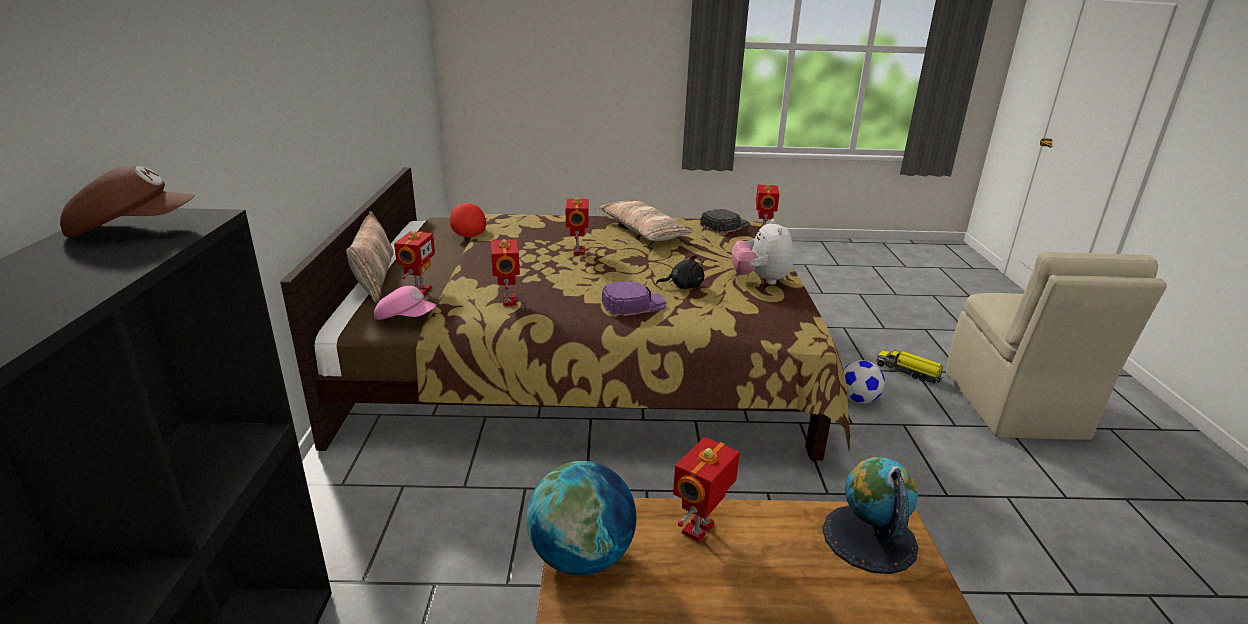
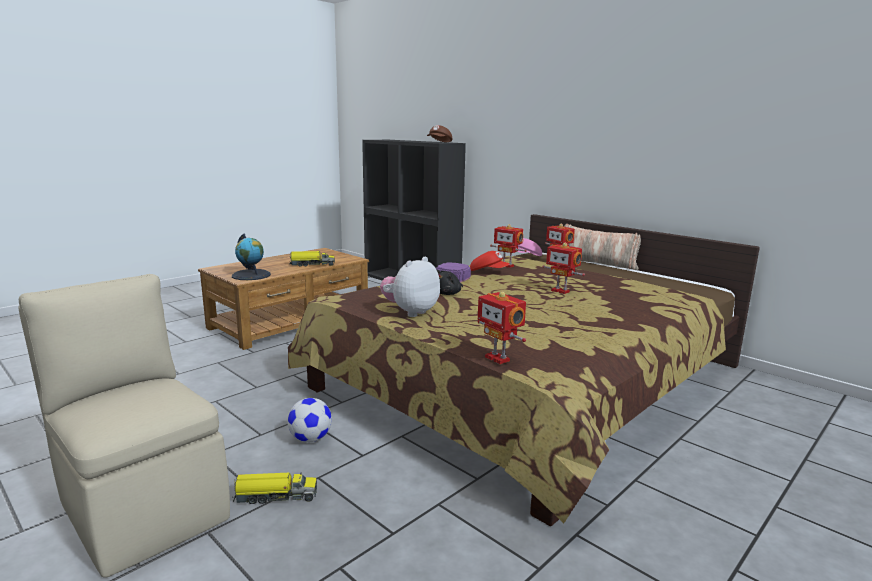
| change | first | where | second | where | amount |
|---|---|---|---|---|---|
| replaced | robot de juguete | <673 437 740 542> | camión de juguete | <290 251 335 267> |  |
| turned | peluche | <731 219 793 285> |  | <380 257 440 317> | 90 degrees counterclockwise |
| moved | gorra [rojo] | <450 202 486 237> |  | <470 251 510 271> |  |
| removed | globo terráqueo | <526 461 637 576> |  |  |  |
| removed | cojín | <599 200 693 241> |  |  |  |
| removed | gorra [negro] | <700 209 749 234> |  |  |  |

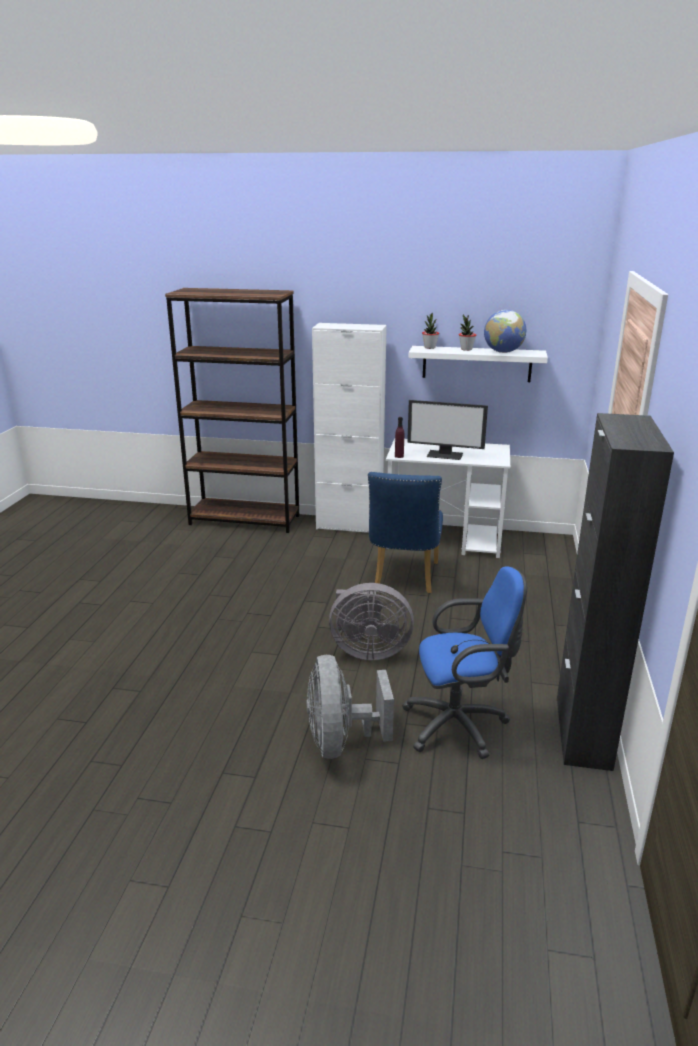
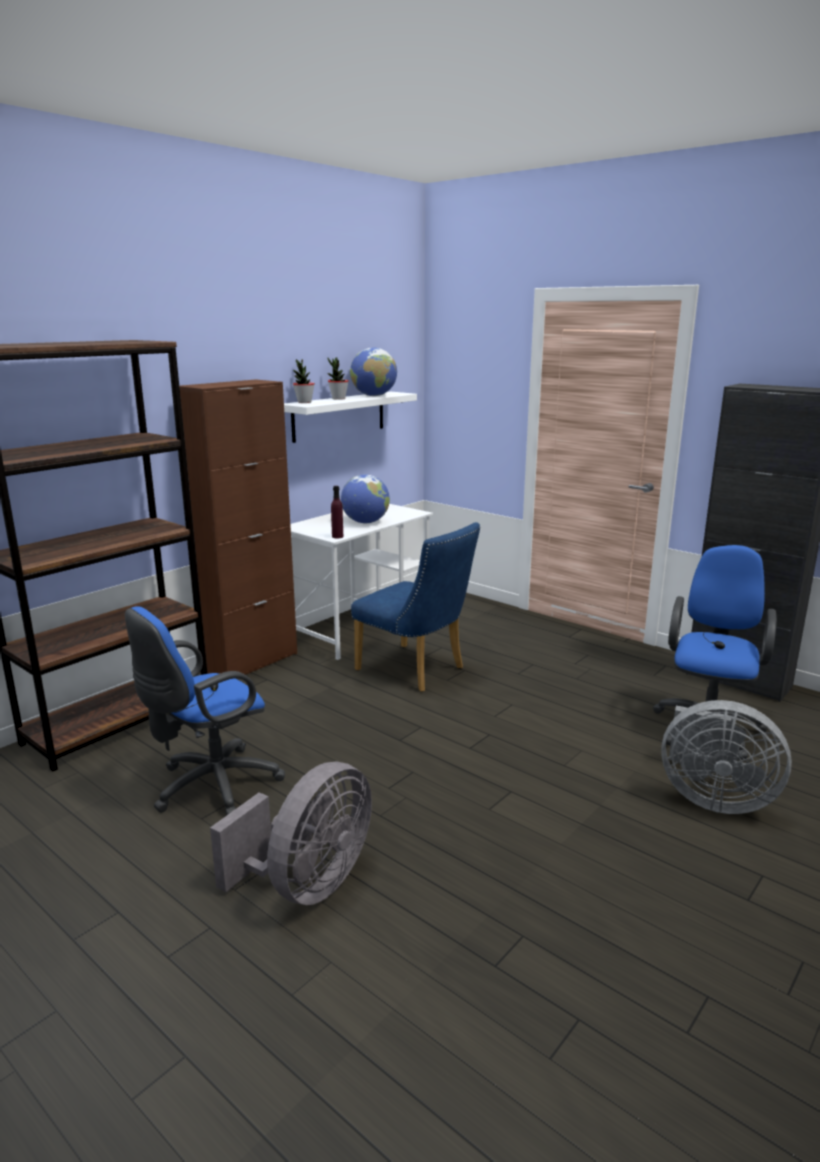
| change | first | where | second | where | amount |
|---|---|---|---|---|---|
| added |  |  | silla de oficina [azul] | <125 606 285 816> |  |
| recoloured | armario [blanco] | <312 323 387 533> | armario [marrón] | <179 379 297 679> |  |
| moved | ventilador [gris] | <329 583 414 660> |  | <210 761 372 905> |  |
| replaced | monitor | <407 400 488 460> | globo terráqueo | <341 474 390 523> |  |

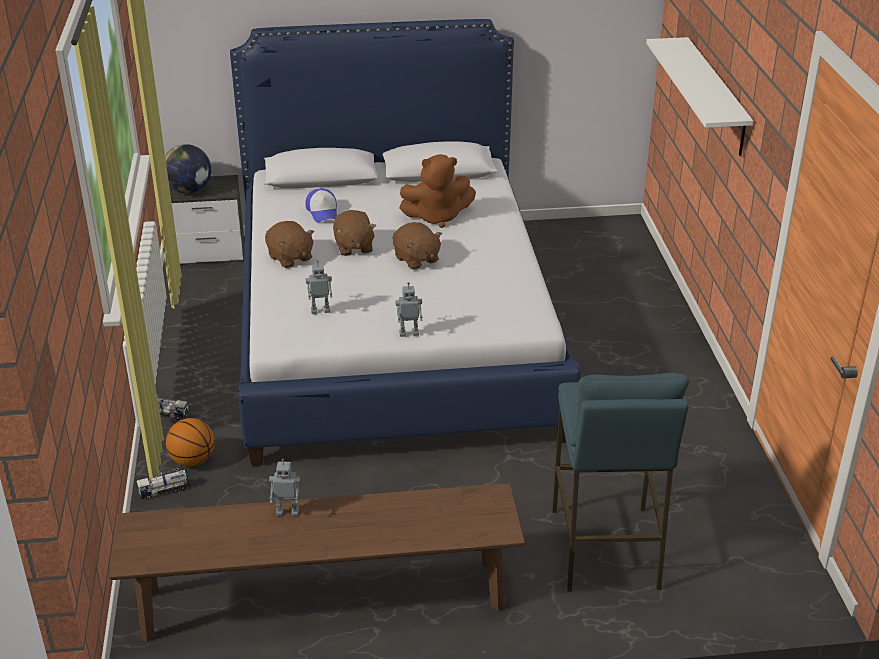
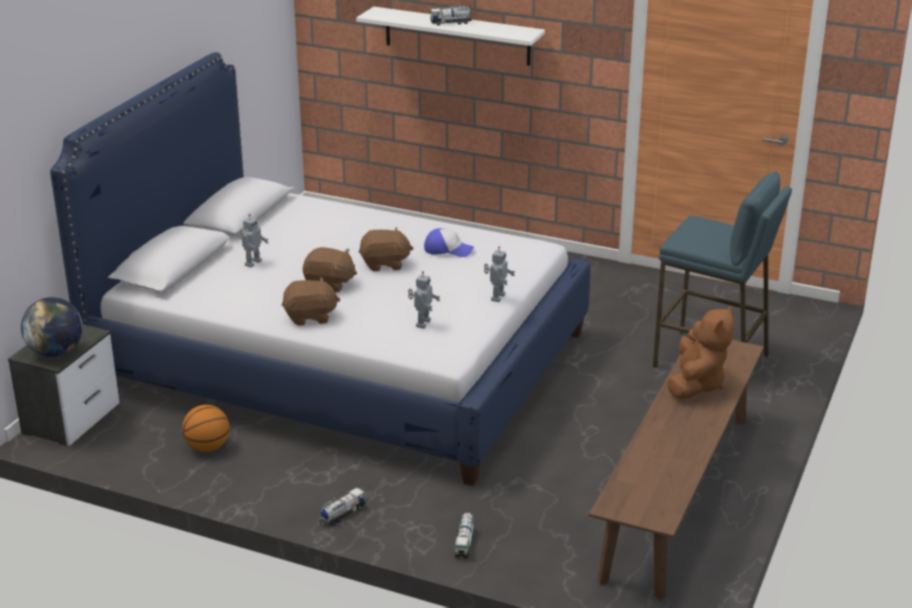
| change | first | where | second | where | amount |
|---|---|---|---|---|---|
| moved | balón de baloncesto | <166 418 215 466> |  | <182 405 230 452> |  |
| moved | robot de juguete | <269 459 300 516> |  | <240 214 268 267> |  |
| moved | gorra | <305 189 337 222> |  | <424 228 474 257> |  |
| added |  |  | camión de juguete | <430 5 472 26> |  |
| moved | peluche [marrón] | <399 154 476 228> |  | <667 306 735 399> |  |

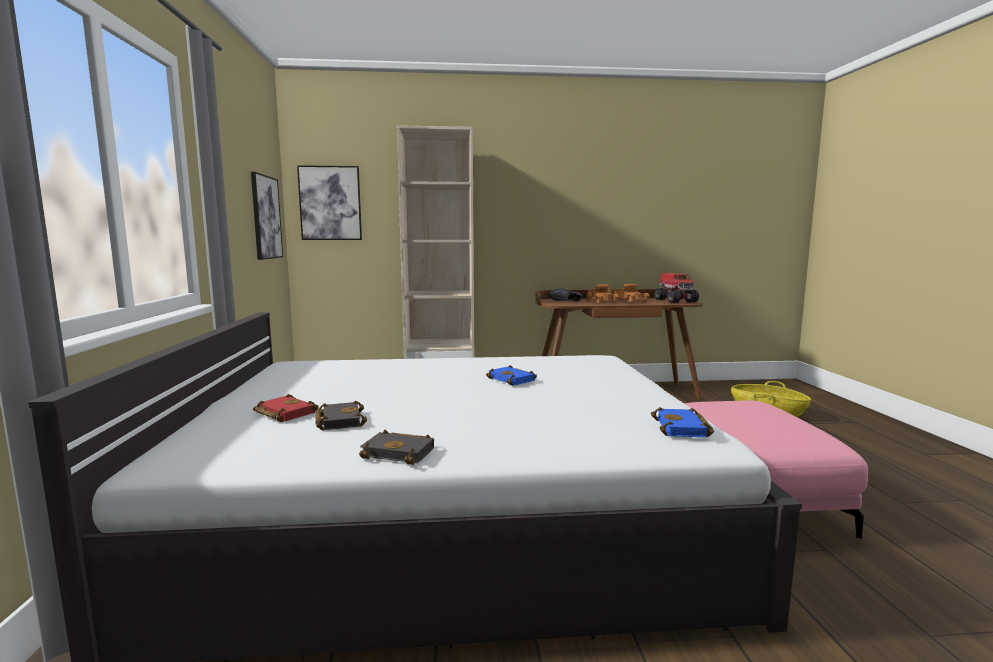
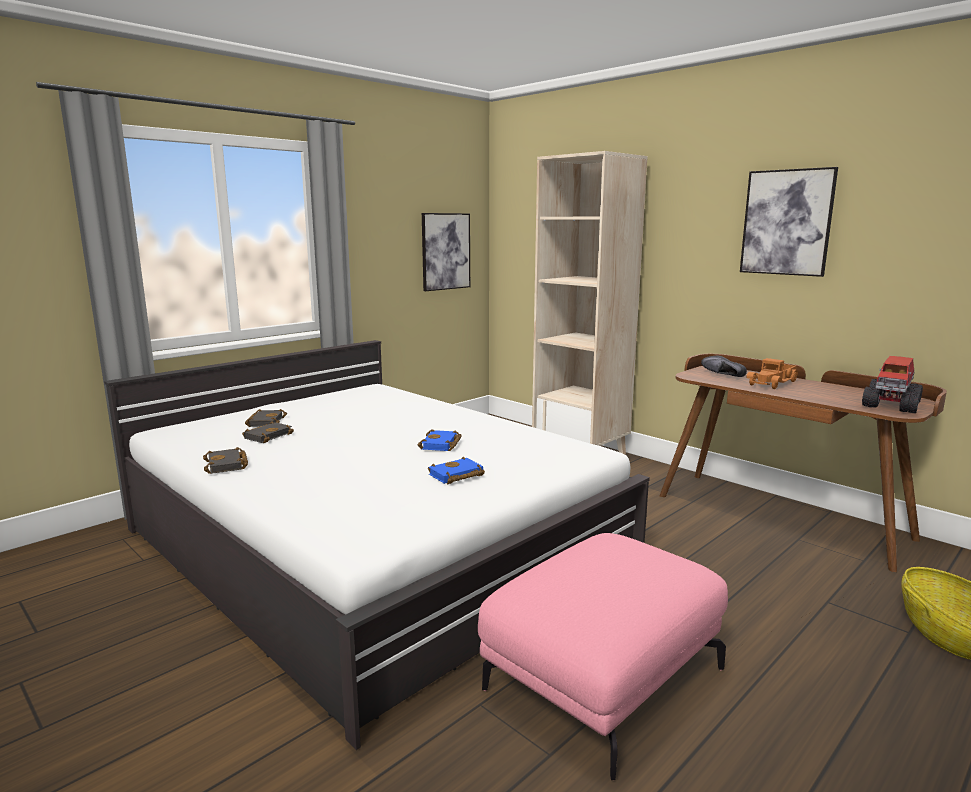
| change | first | where | second | where | amount |
|---|---|---|---|---|---|
| recoloured | libro [rojo] | <253 394 319 422> | libro [negro] | <245 409 287 427> |  |
| moved | libro [azul] | <651 407 714 437> |  | <428 456 485 484> |  |
| moved | cuadro | <297 165 362 240> |  | <740 167 838 277> |  |
| removed | camión de juguete | <611 284 650 303> |  |  |  |

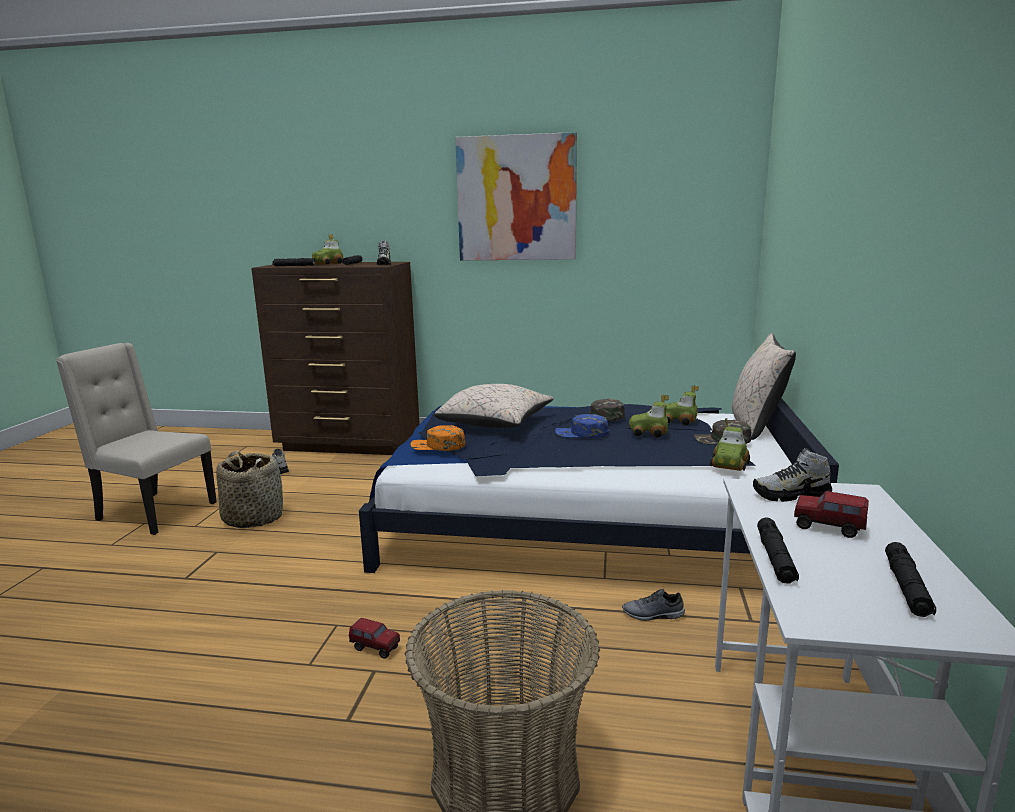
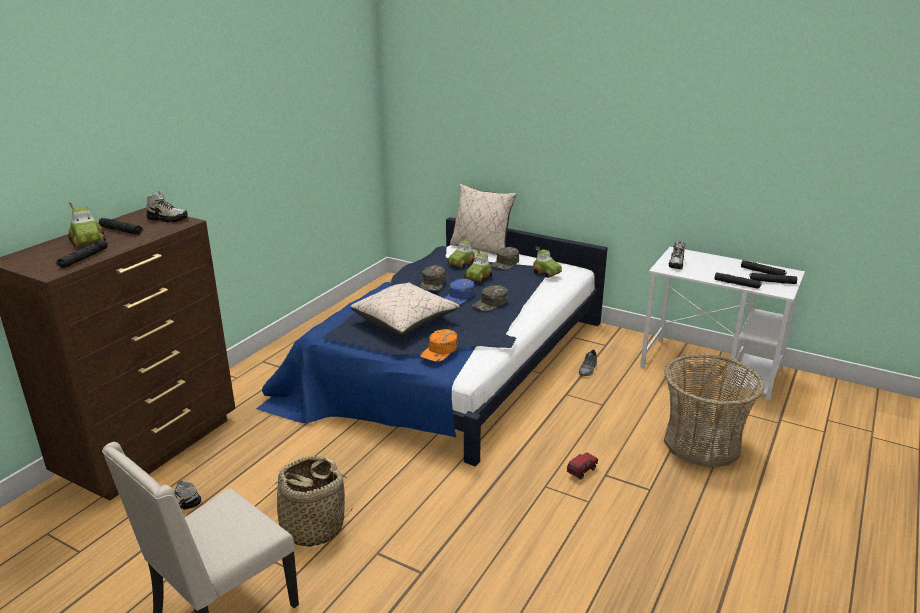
| change | first | where | second | where | amount |
|---|---|---|---|---|---|
| added |  |  | gorra [verde] | <472 285 508 311> |  |
| added |  |  | linterna [negro] | <749 273 797 284> |  |
| removed | cuadro | <455 132 577 260> |  |  |  |
| removed | camión de juguete | <794 491 869 538> |  |  |  |

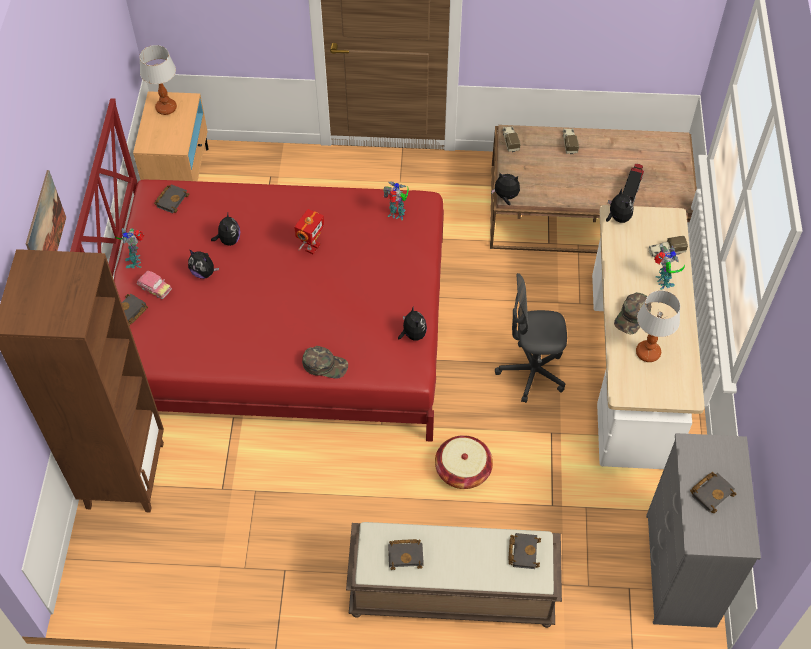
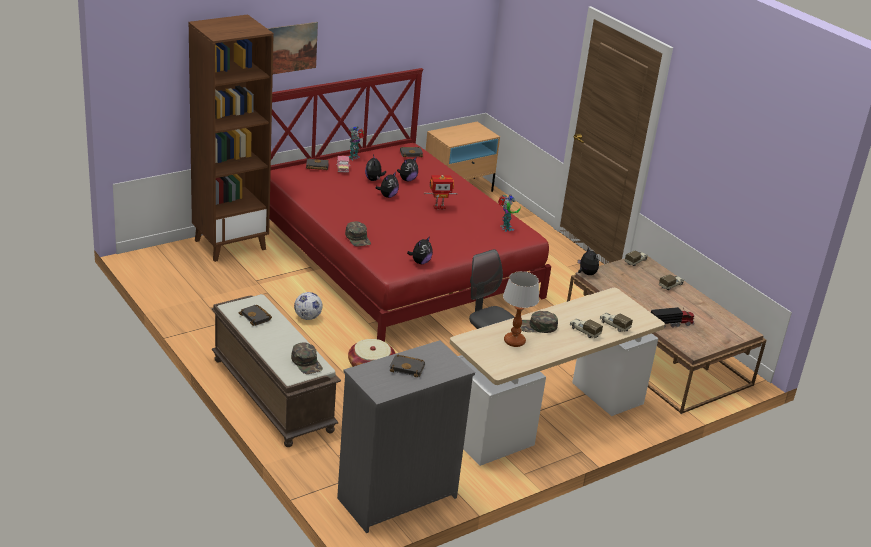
| change | first | where | second | where | amount |
|---|---|---|---|---|---|
| replaced | libro [negro] | <508 533 541 569> | gorra [verde] | <291 342 323 374> |  |
| added |  |  | balón de fútbol | <294 292 323 320> |  |
| moved | peluche | <606 189 633 223> |  | <376 172 399 198> |  |
| replaced | robot de juguete | <654 246 685 290> | camión de juguete | <570 318 603 338> |  |
| removed | lámpara de mesa | <140 45 177 115> |  |  |  |

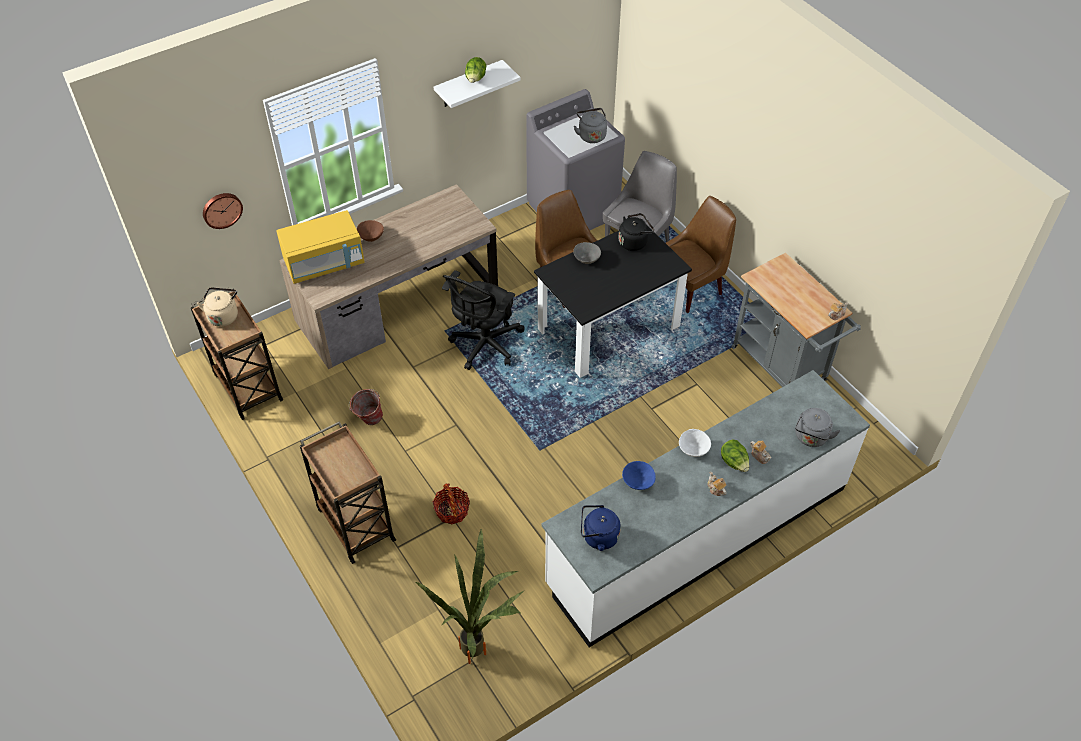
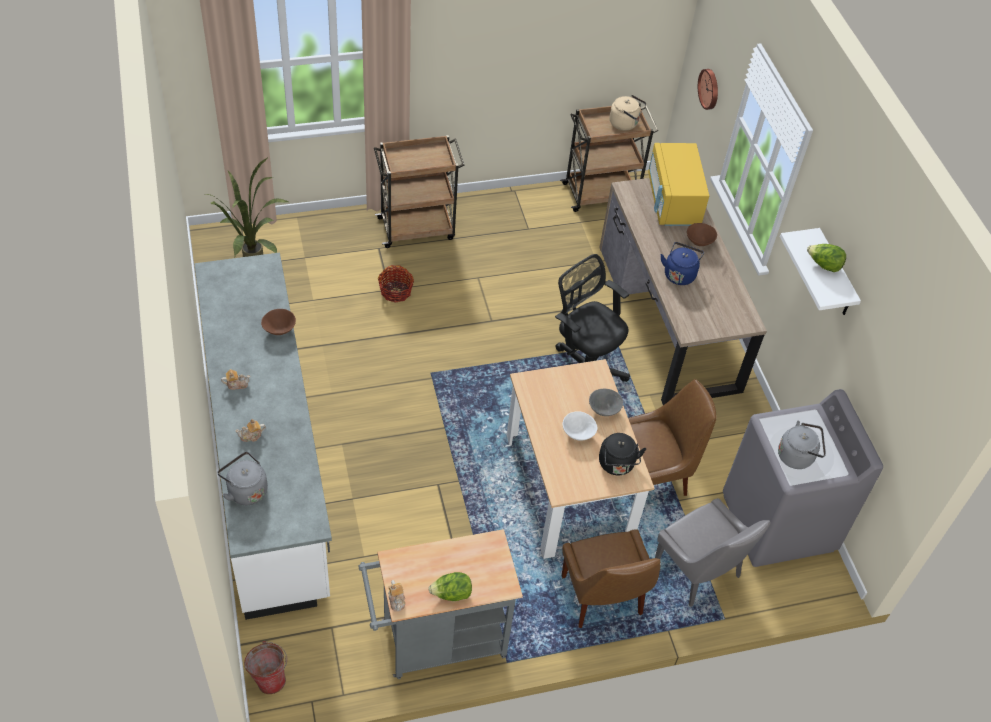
| change | first | where | second | where | amount |
|---|---|---|---|---|---|
| moved | cubo | <349 389 383 425> |  | <244 641 288 694> |  |
| recoloured | cuenco [azul] | <622 461 656 490> | cuenco [marrón] | <261 309 296 335> |  |
| moved | lechuga | <721 440 749 472> |  | <428 572 472 601> |  |
| recoloured | mesa de comedor [negro] | <534 226 692 378> | mesa de comedor [beis] | <507 359 654 559> |  |
| moved | cuenco [blanco] | <679 429 711 457> |  | <563 411 597 441> |  |
| moved | hervidor [azul] | <581 505 621 551> |  | <661 242 704 285> |  |

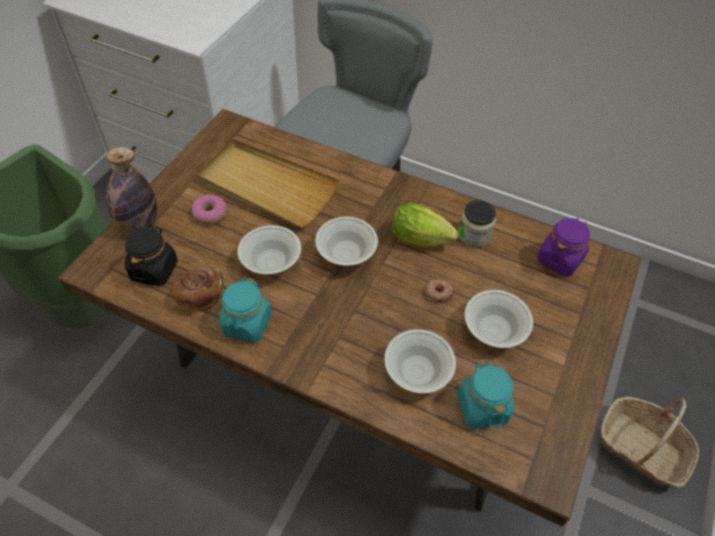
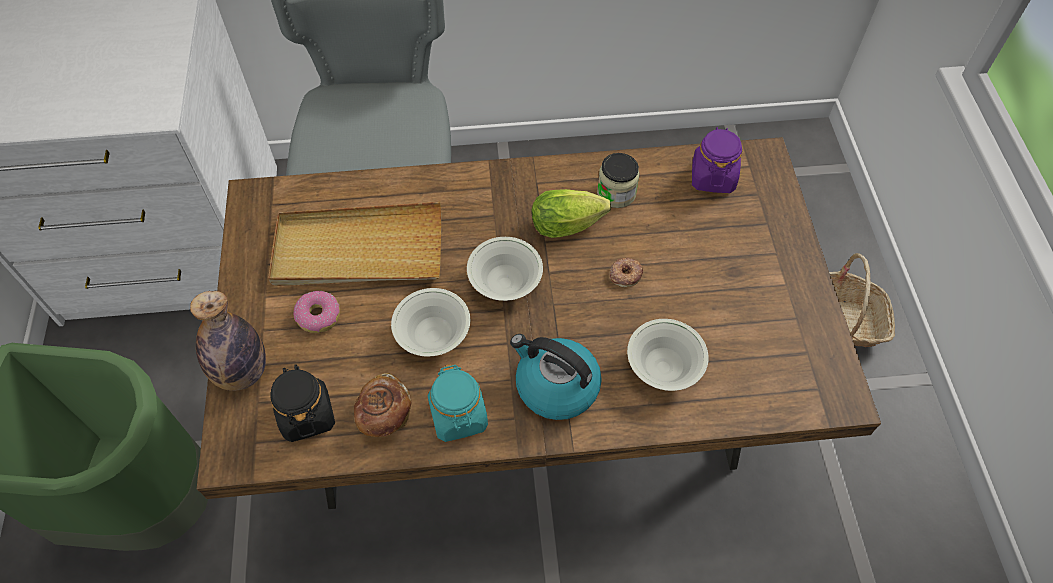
| change | first | where | second | where | amount |
|---|---|---|---|---|---|
| added |  |  | hervidor | <510 334 602 420> |  |
| removed | tarro [turquesa] | <457 361 514 430> |  |  |  |
| removed | cuenco [blanco] | <465 290 533 348> |  |  |  |

